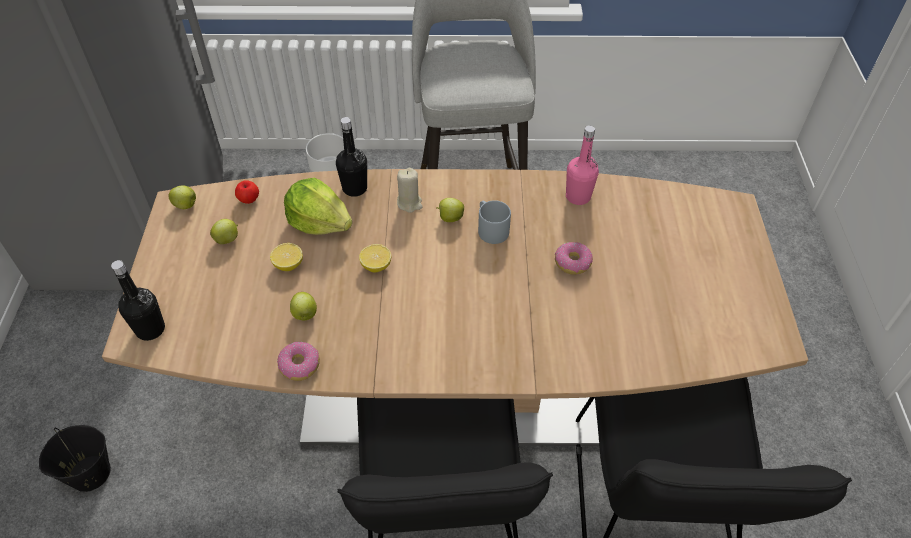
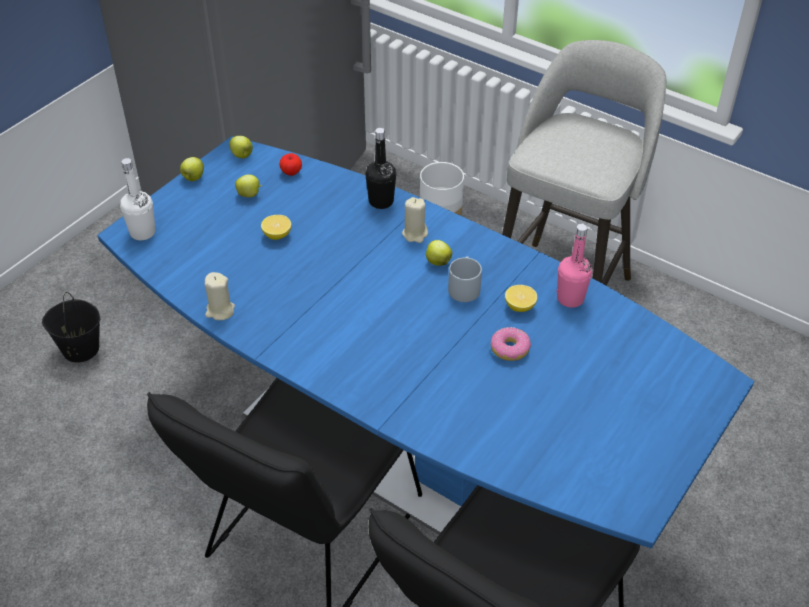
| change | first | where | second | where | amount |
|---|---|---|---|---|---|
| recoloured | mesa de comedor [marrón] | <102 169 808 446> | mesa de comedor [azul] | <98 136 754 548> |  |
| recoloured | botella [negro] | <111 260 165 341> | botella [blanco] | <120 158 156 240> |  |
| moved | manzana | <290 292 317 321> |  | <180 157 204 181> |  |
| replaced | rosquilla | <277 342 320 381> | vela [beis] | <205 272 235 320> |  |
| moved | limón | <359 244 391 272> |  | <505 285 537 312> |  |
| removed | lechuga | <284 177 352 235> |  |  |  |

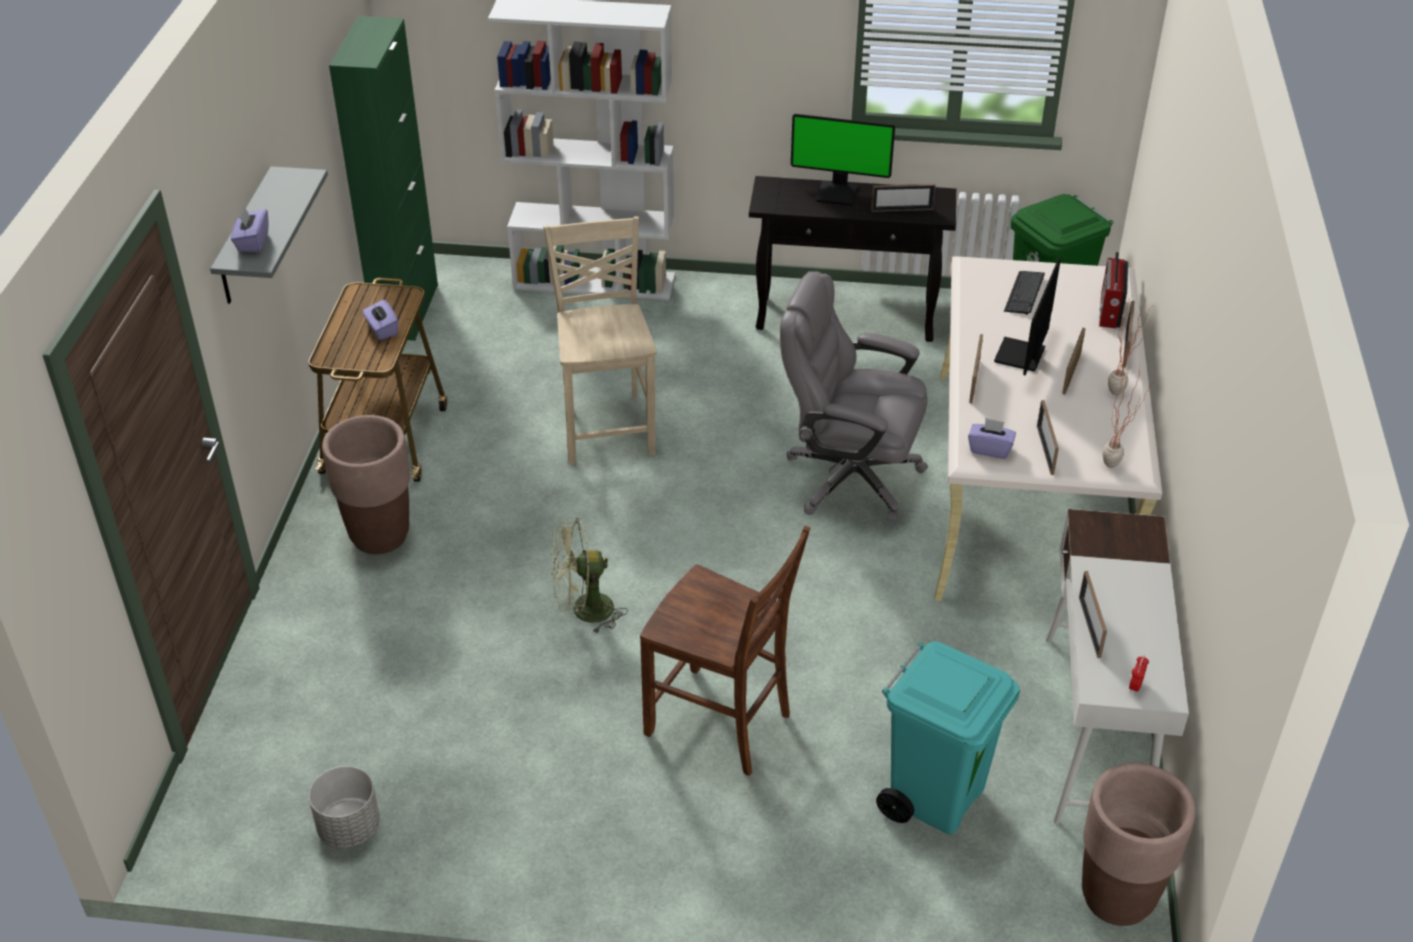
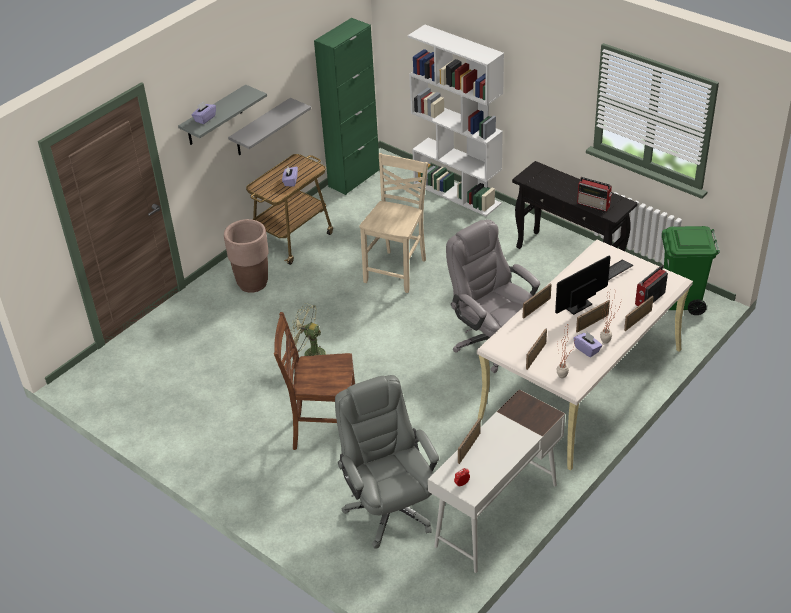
| change | first | where | second | where | amount |
|---|---|---|---|---|---|
| added |  |  | estante [gris] | <228 98 311 155> |  |
| turned | silla [marrón] | <640 526 810 776> |  | <274 312 355 450> | 120 degrees clockwise |
| replaced | papelera [turquesa] | <876 642 1020 834> | silla de oficina [gris] | <335 375 439 549> |  |
| moved | caja de pañuelos [morado] | <968 418 1016 459> |  | <573 332 602 357> |  |
| replaced | portarretratos | <871 184 935 212> | radio | <577 177 612 211> |  |
| removed | maceta [gris] | <309 766 380 848> |  |  |  |
| removed | monitor | <791 114 895 206> |  |  |  |
| removed | maceta [marrón] | <1082 763 1196 926> |  |  |  |

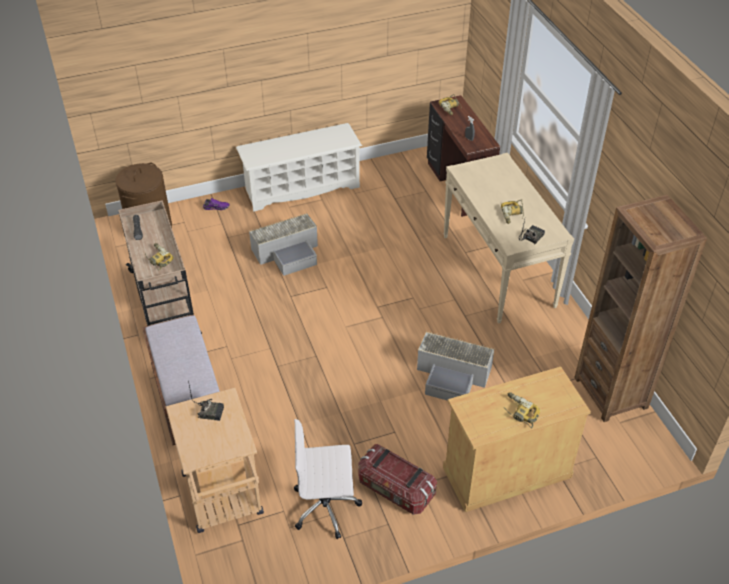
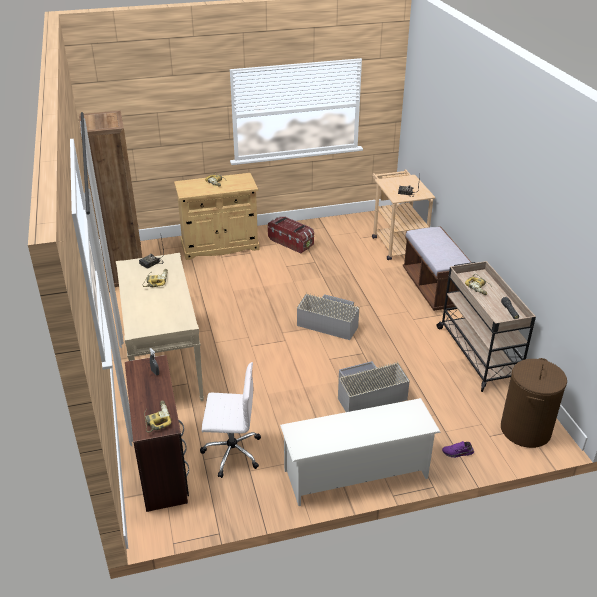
| change | first | where | second | where | amount |
|---|---|---|---|---|---|
| moved | silla de oficina [blanco] | <294 419 362 539> |  | <200 362 261 478> |  |
| moved | caja de almacenaje [gris] | <417 331 494 401> |  | <297 293 360 340> |  |

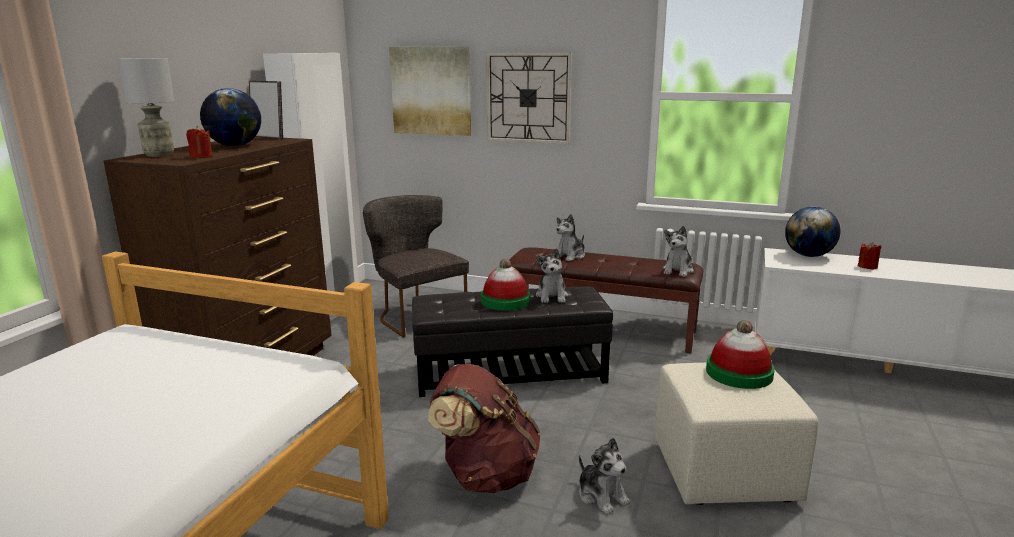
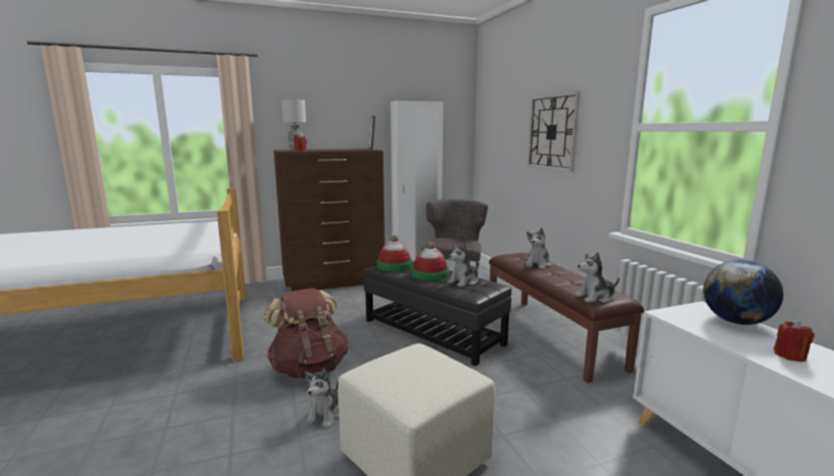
| change | first | where | second | where | amount |
|---|---|---|---|---|---|
| moved | sombrero | <706 320 775 389> |  | <377 235 412 271> |  |
| turned | peluche | <556 214 585 261> |  | <526 228 551 269> | 60 degrees counterclockwise |
| removed | globo terráqueo | <200 88 261 146> |  |  |  |
| removed | cuadro | <389 46 471 136> |  |  |  |

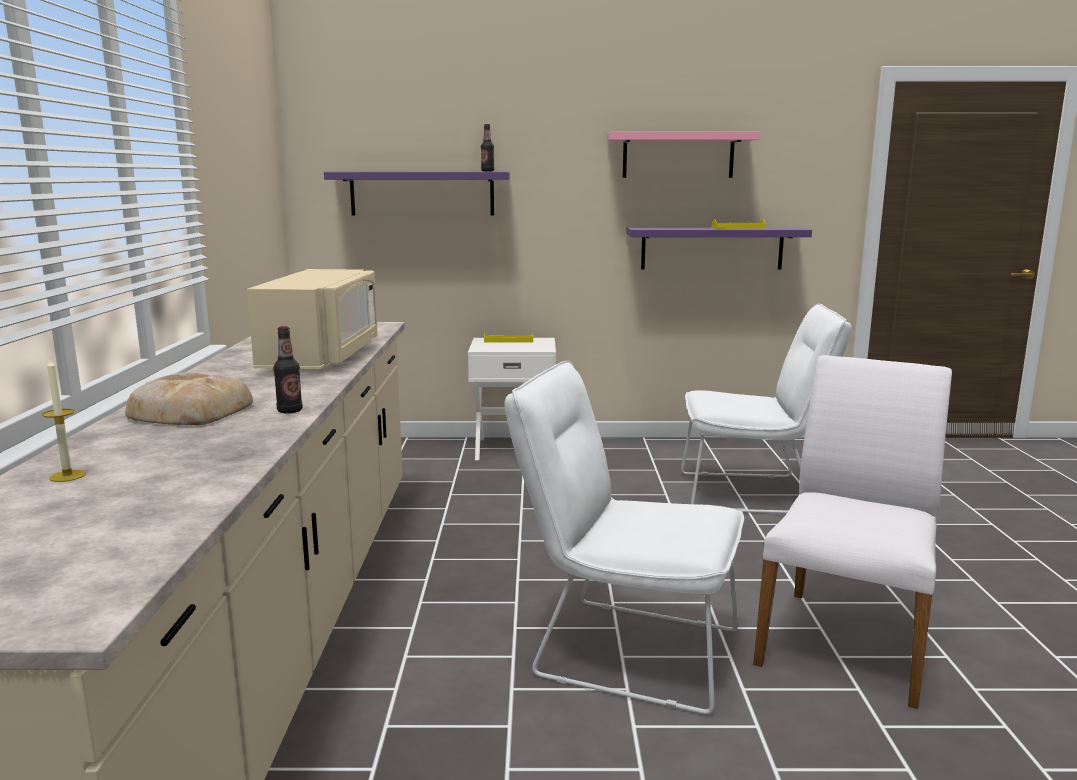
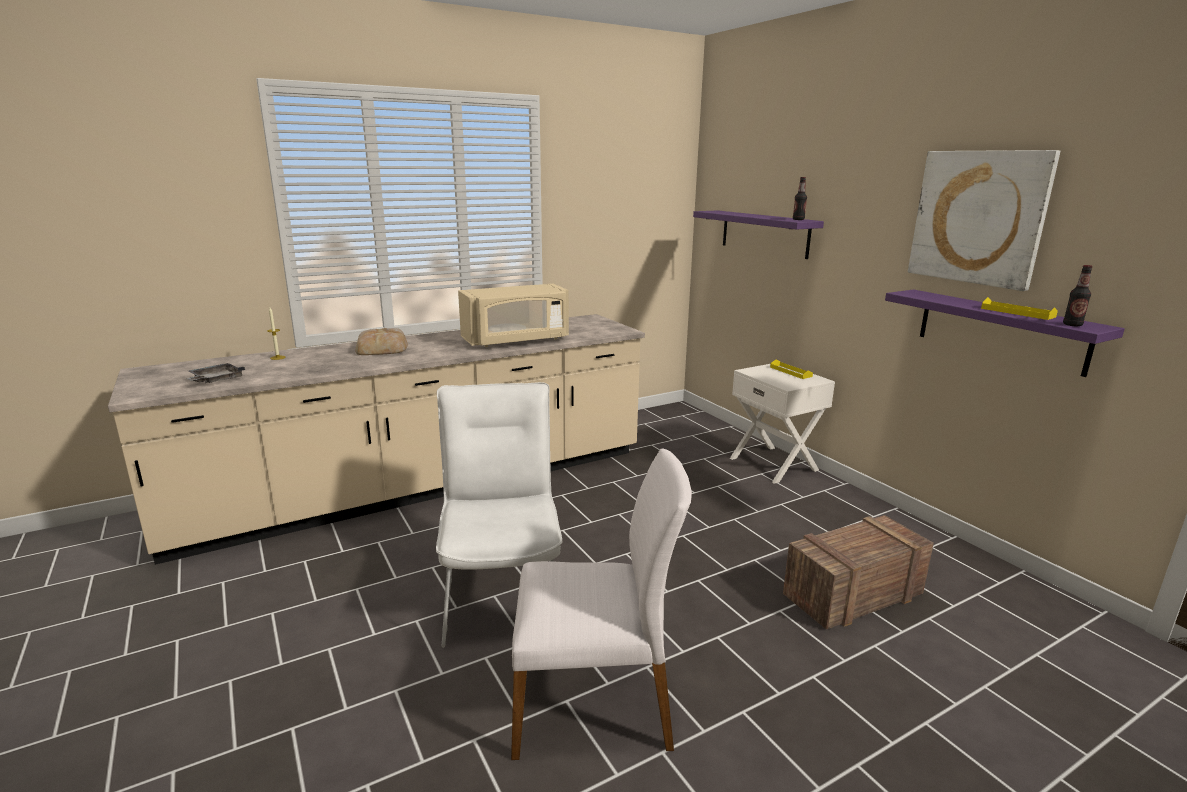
| change | first | where | second | where | amount |
|---|---|---|---|---|---|
| added |  |  | bandeja [gris] | <186 363 245 383> |  |
| replaced | silla [blanco] | <681 304 852 513> | caja de embalaje | <783 515 934 629> |  |
| replaced | estante [rosa] | <607 131 760 178> | cuadro | <908 150 1060 291> |  |
| moved | botella | <273 326 302 414> |  | <1063 265 1092 326> |  |

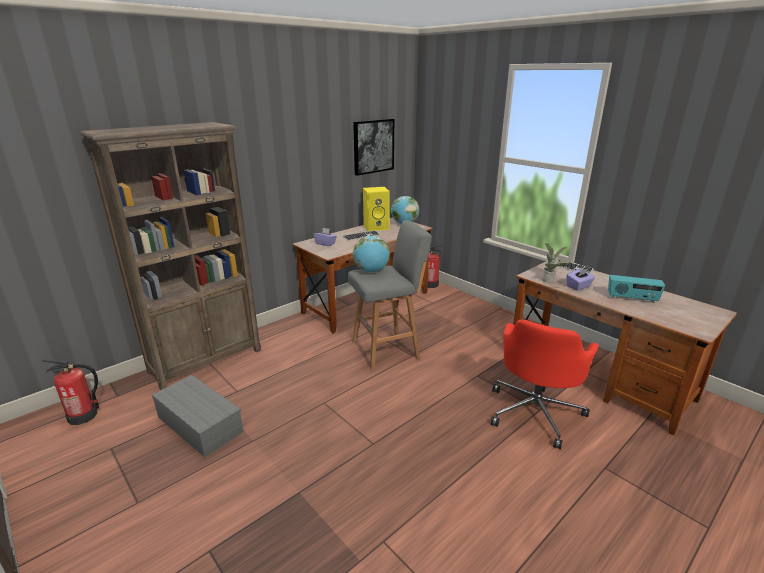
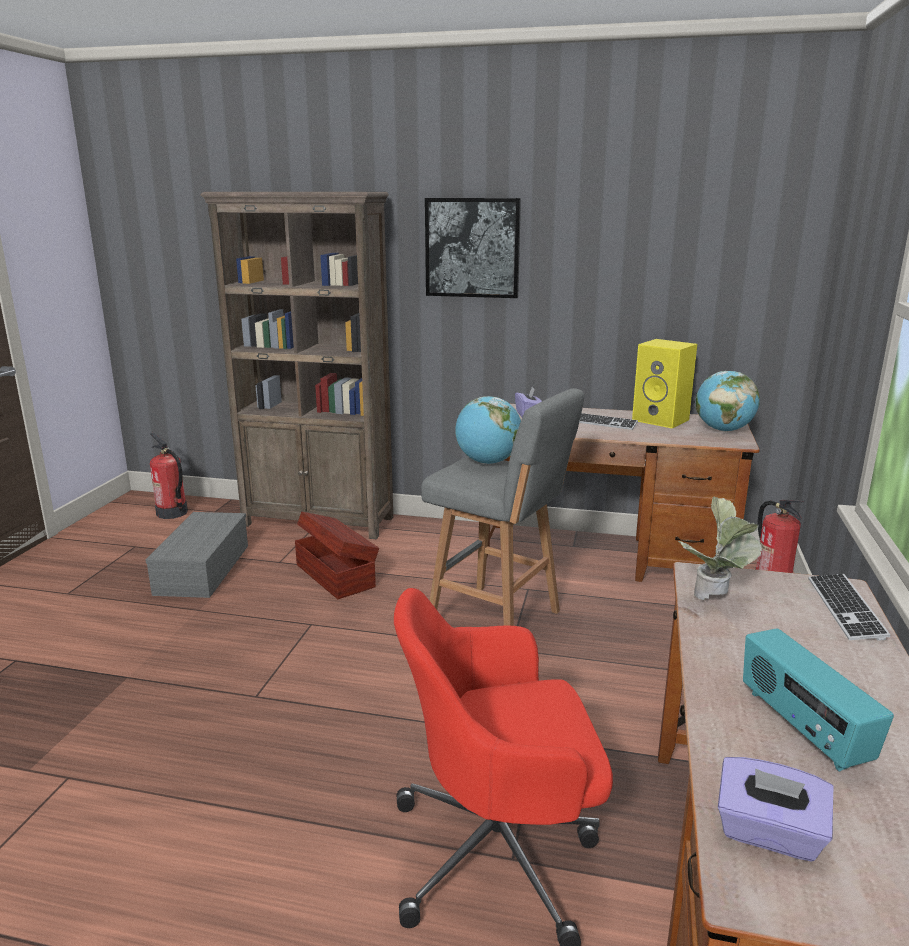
| change | first | where | second | where | amount |
|---|---|---|---|---|---|
| added |  |  | caja de almacenaje [marrón] | <295 512 379 599> |  |
| moved | cuadro | <353 119 394 176> |  | <425 198 521 298> |  |
| moved | caja de pañuelos [morado] | <566 268 595 290> |  | <718 757 834 862> |  |

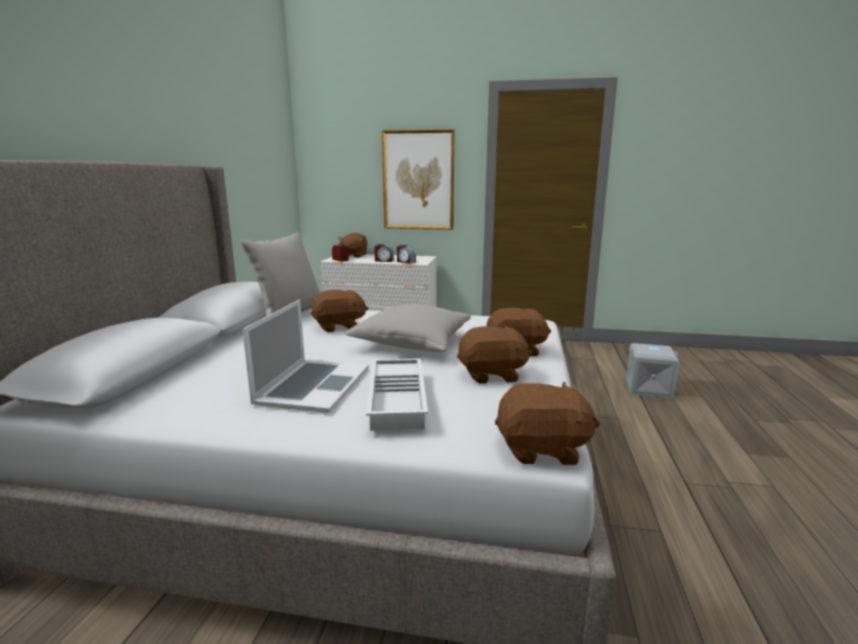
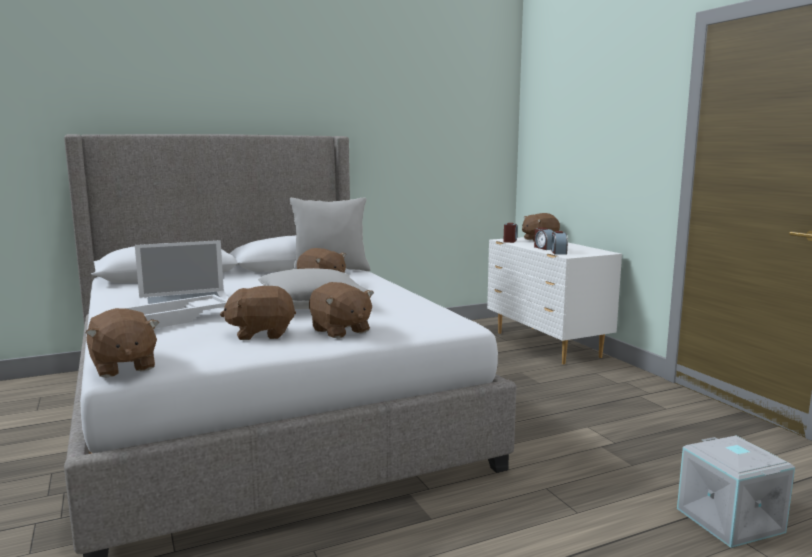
| change | first | where | second | where | amount |
|---|---|---|---|---|---|
| turned | peluche [marrón] | <457 326 532 384> |  | <220 286 296 340> | 120 degrees clockwise |
| removed | cuadro | <382 129 455 230> |  |  |  |

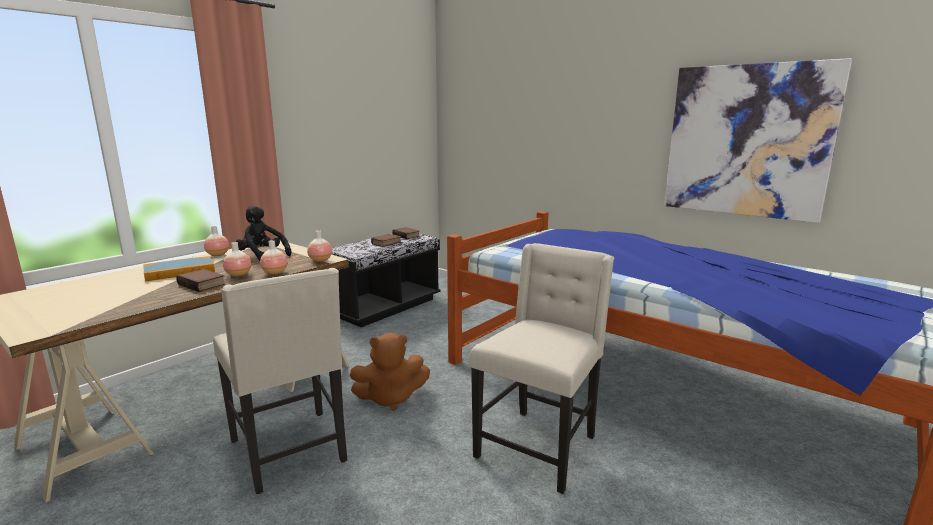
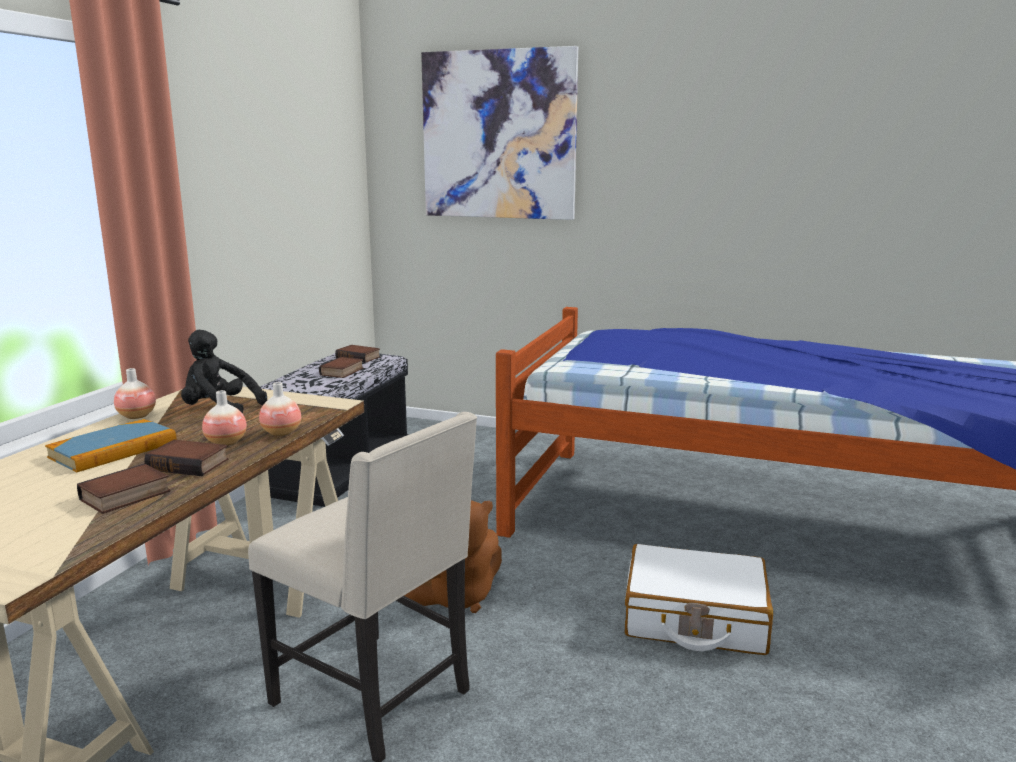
| change | first | where | second | where | amount |
|---|---|---|---|---|---|
| added |  |  | libro | <77 464 170 514> |  |
| moved | cuadro | <664 58 852 223> |  | <421 46 578 220> |  |
| replaced | silla [beis] | <470 243 614 494> | maleta [blanco] | <625 544 773 655> |  |
| removed | florero | <307 230 332 262> |  |  |  |

